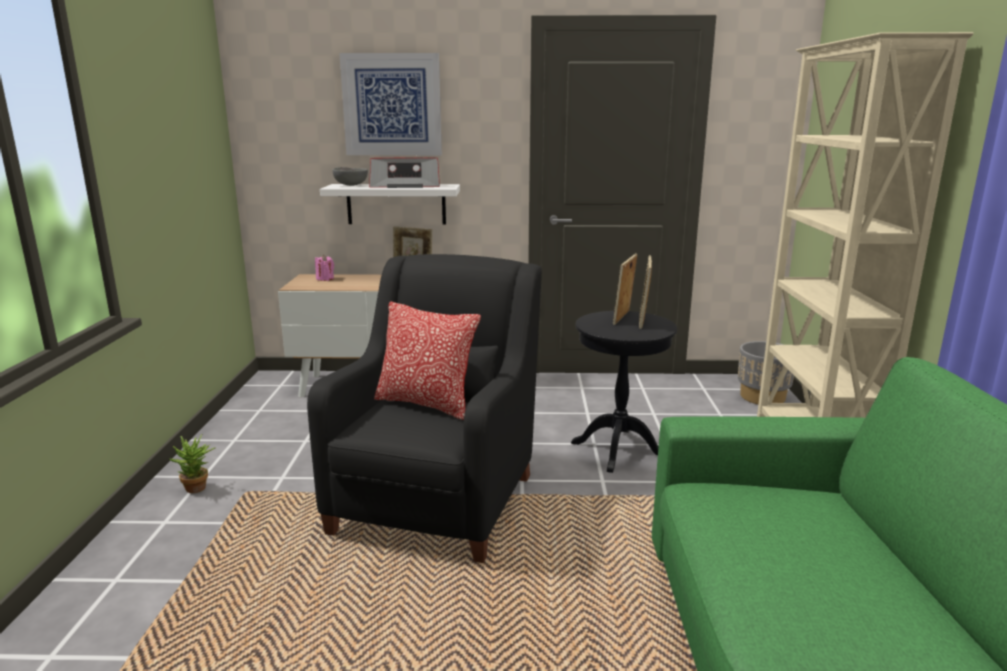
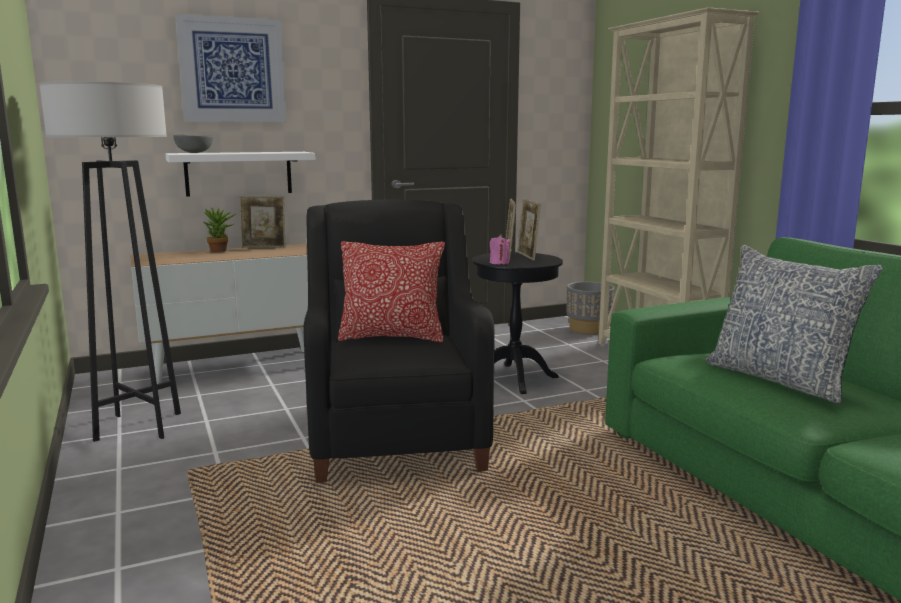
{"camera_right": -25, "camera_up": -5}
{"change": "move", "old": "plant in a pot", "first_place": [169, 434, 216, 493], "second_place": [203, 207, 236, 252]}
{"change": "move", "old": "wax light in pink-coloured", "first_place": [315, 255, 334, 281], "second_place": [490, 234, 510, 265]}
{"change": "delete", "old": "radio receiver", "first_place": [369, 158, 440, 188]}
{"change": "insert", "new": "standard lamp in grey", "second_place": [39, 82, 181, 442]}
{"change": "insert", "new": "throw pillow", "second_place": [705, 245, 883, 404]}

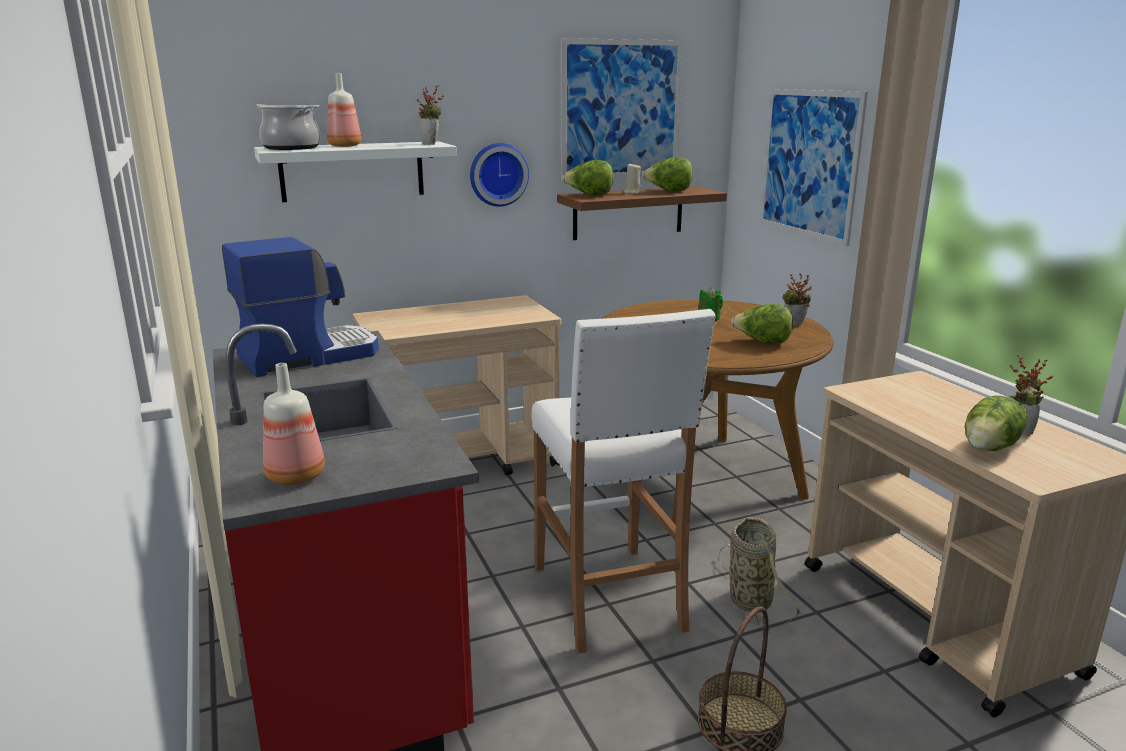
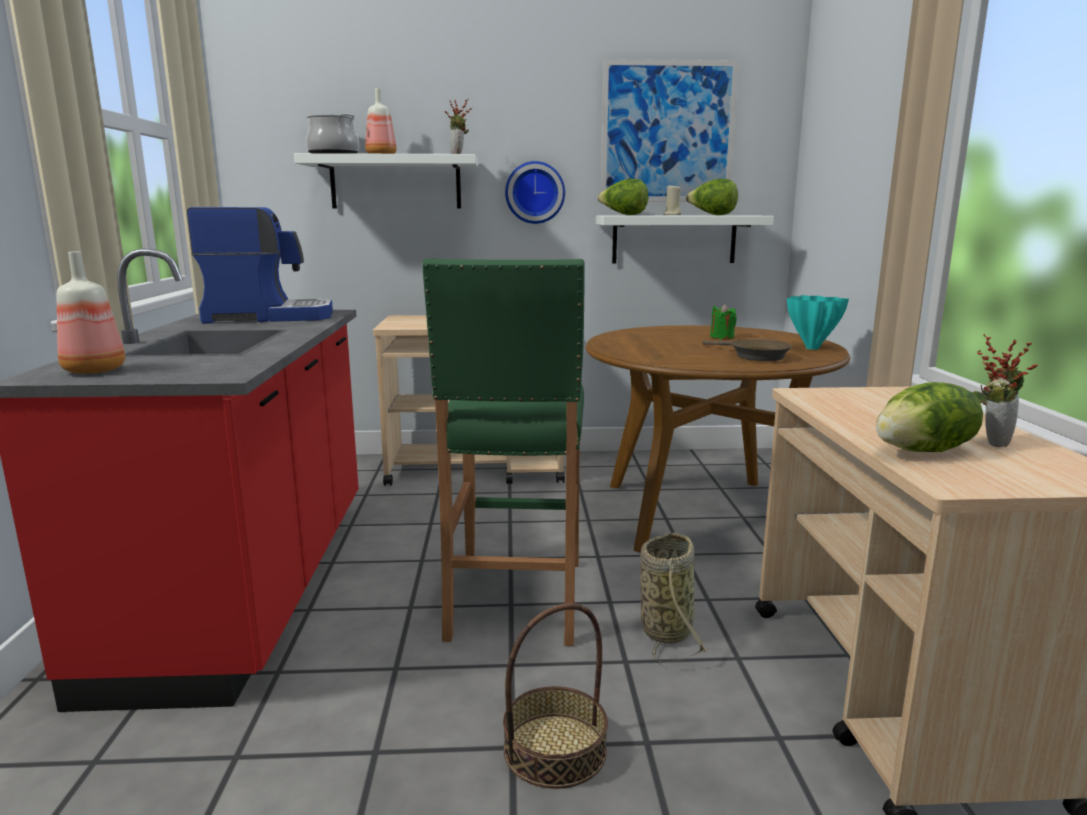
{"camera_right": 20, "camera_up": -5}
{"change": "recolor", "old": "sitting stool in whitish", "new": "sitting stool in green-coloured", "first_place": [531, 309, 716, 654], "second_place": [422, 258, 585, 646]}
{"change": "recolor", "old": "shelf in brown", "new": "shelf in whitish", "first_place": [557, 186, 727, 240], "second_place": [596, 215, 774, 263]}
{"change": "replace", "old": "lettuce", "new": "pan in brown", "first_place": [731, 304, 793, 344], "second_place": [703, 339, 792, 361]}
{"change": "delete", "old": "picture", "first_place": [760, 89, 868, 246]}
{"change": "replace", "old": "plant in a pot", "new": "flower vase in turquoise", "first_place": [782, 273, 812, 327], "second_place": [787, 295, 849, 350]}

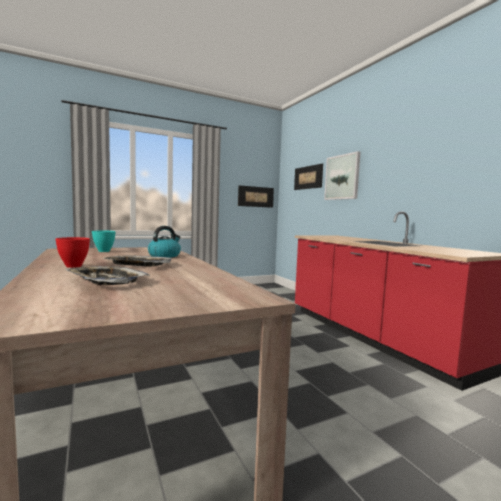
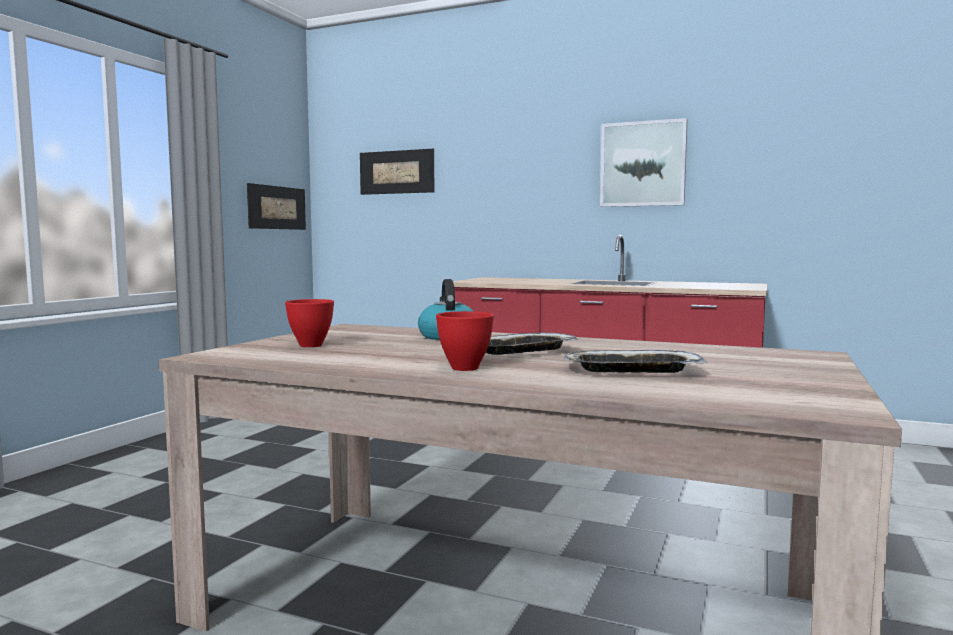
{"camera_right": -40, "camera_up": 0}
{"change": "recolor", "old": "serving bowl in turquoise", "new": "serving bowl in reddish", "first_place": [92, 231, 116, 252], "second_place": [285, 299, 334, 347]}
{"change": "move", "old": "picture", "first_place": [324, 151, 361, 200], "second_place": [600, 118, 687, 207]}

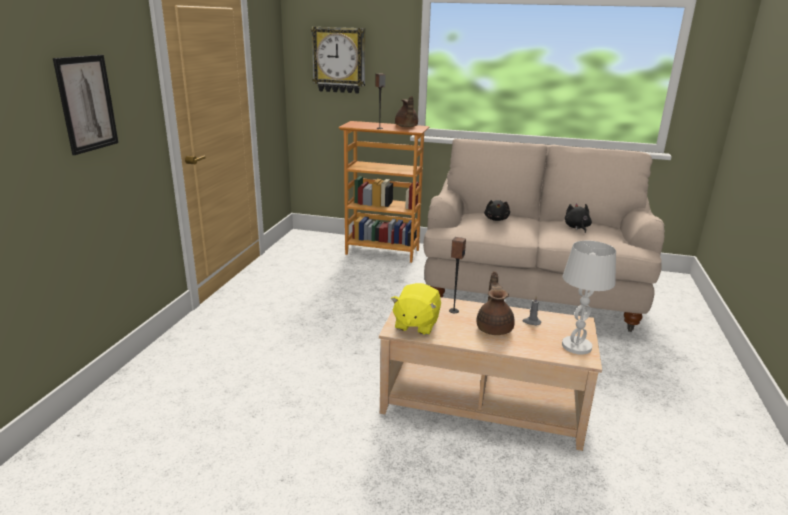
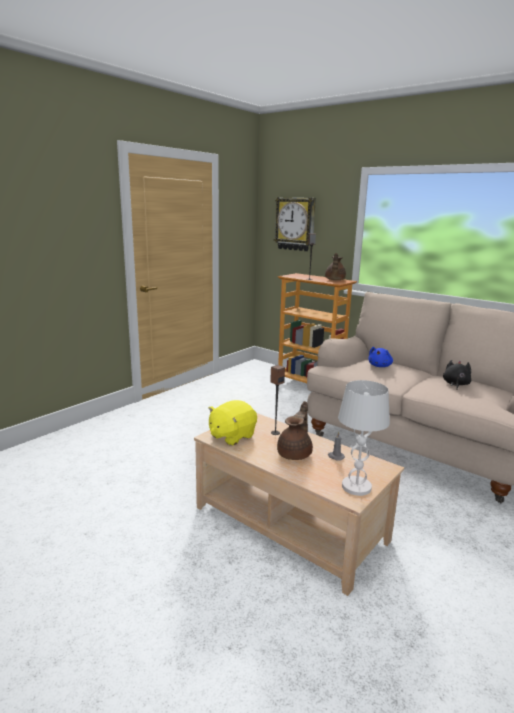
{"camera_right": 25, "camera_up": -5}
{"change": "delete", "old": "picture", "first_place": [53, 55, 119, 155]}
{"change": "recolor", "old": "soft toy in black-coloured", "new": "soft toy in blue-coloured", "first_place": [484, 200, 510, 221], "second_place": [368, 347, 393, 367]}

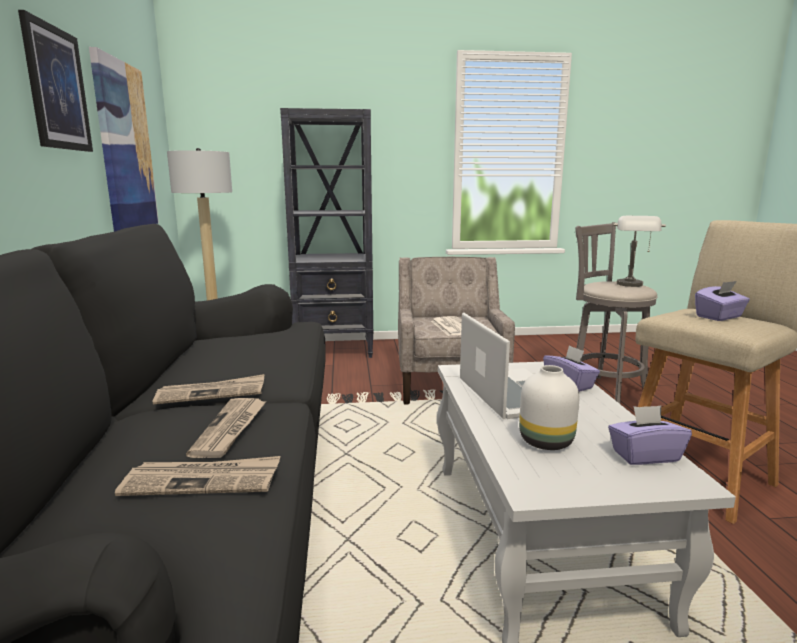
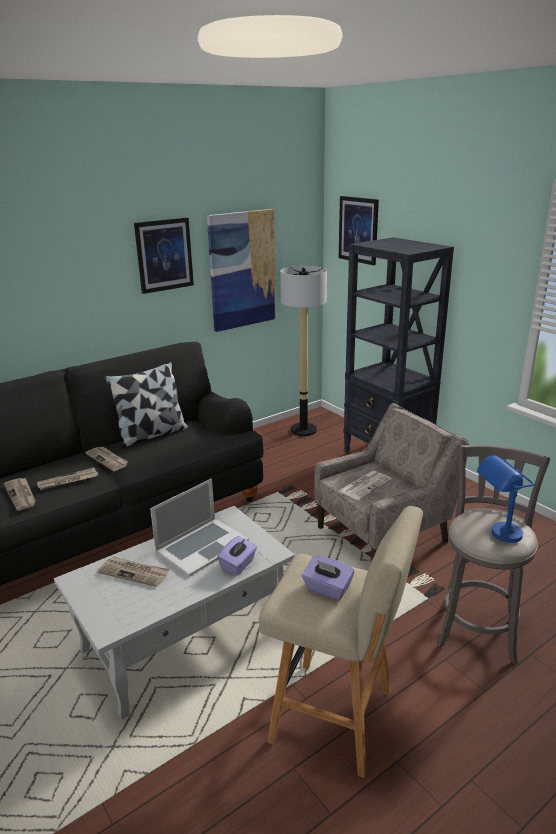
{"camera_right": 60, "camera_up": 10}
{"change": "replace", "old": "flower vase in whitish", "new": "printed paper", "first_place": [519, 365, 579, 450], "second_place": [97, 556, 170, 587]}
{"change": "delete", "old": "box of tissues in purple", "first_place": [608, 405, 692, 465]}
{"change": "recolor", "old": "lamp for a table in grey", "new": "lamp for a table in blue-coloured", "first_place": [613, 216, 666, 287], "second_place": [477, 455, 534, 543]}
{"change": "insert", "new": "throw pillow", "second_place": [105, 362, 188, 448]}
{"change": "insert", "new": "picture", "second_place": [339, 196, 379, 265]}

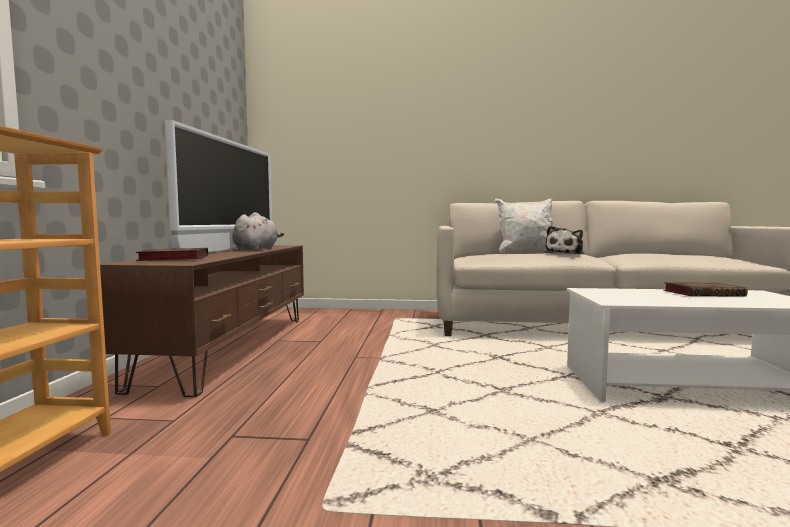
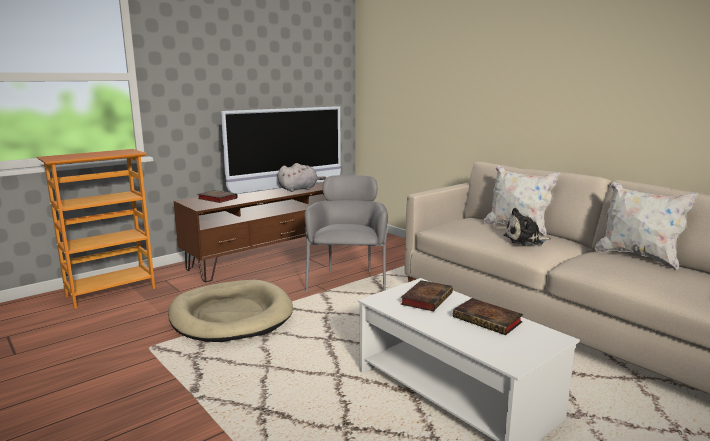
{"camera_right": 45, "camera_up": 10}
{"change": "insert", "new": "dog cushion in beige-coloured", "second_place": [168, 280, 293, 342]}
{"change": "insert", "new": "armchair in grey", "second_place": [305, 175, 388, 292]}
{"change": "insert", "new": "volume", "second_place": [401, 280, 453, 311]}
{"change": "insert", "new": "throw pillow in whitish", "second_place": [595, 182, 698, 270]}

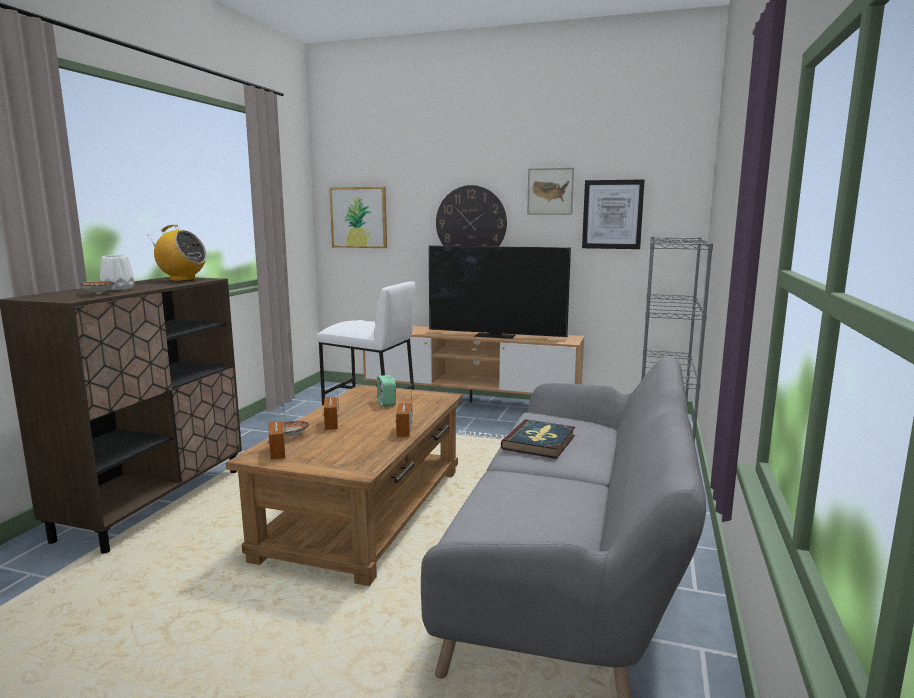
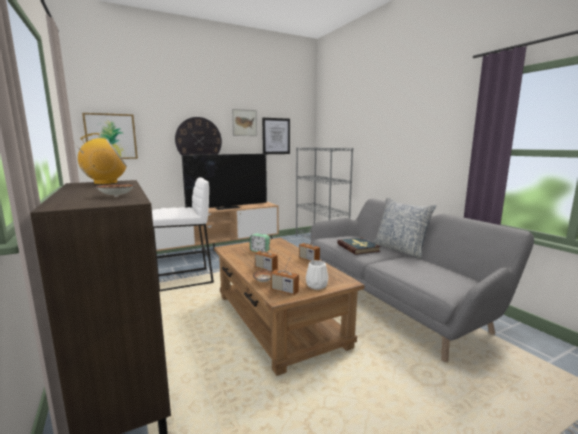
{"camera_right": -45, "camera_up": 0}
{"change": "move", "old": "flower vase in whitish", "first_place": [100, 255, 135, 290], "second_place": [306, 260, 328, 290]}
{"change": "insert", "new": "throw pillow", "second_place": [373, 197, 436, 258]}

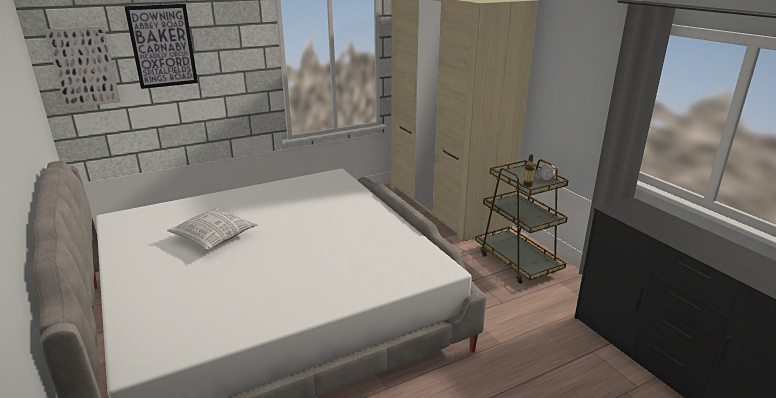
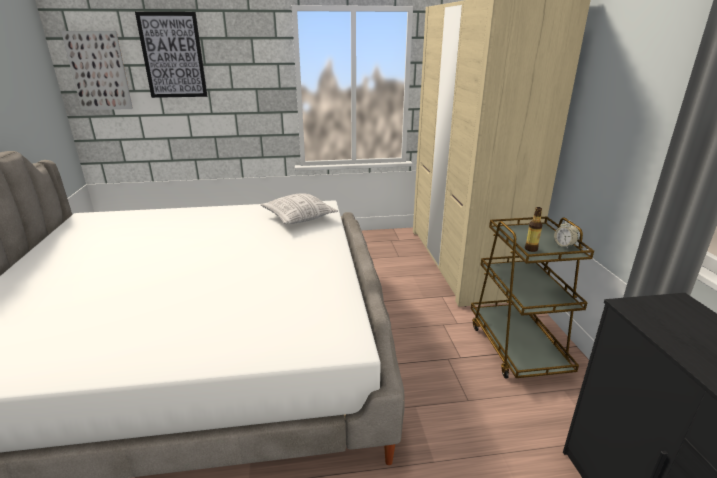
{"camera_right": 20, "camera_up": 0}
{"change": "move", "old": "throw pillow", "first_place": [167, 208, 258, 250], "second_place": [260, 193, 338, 224]}

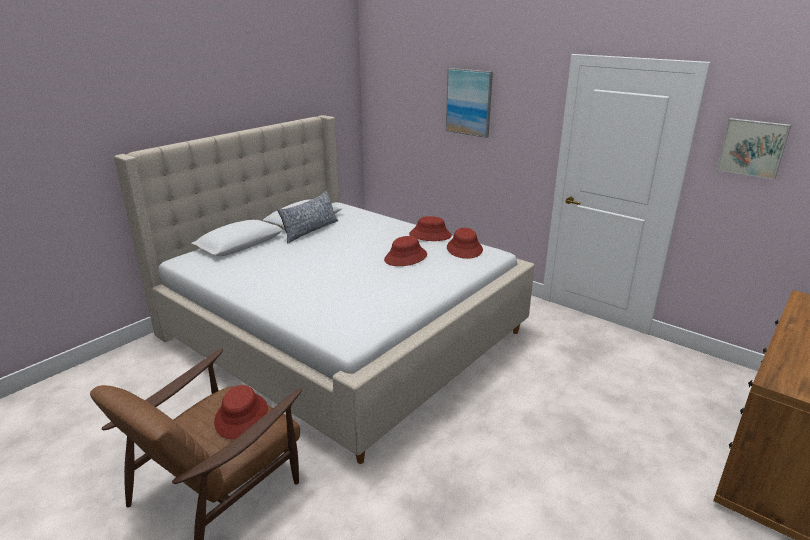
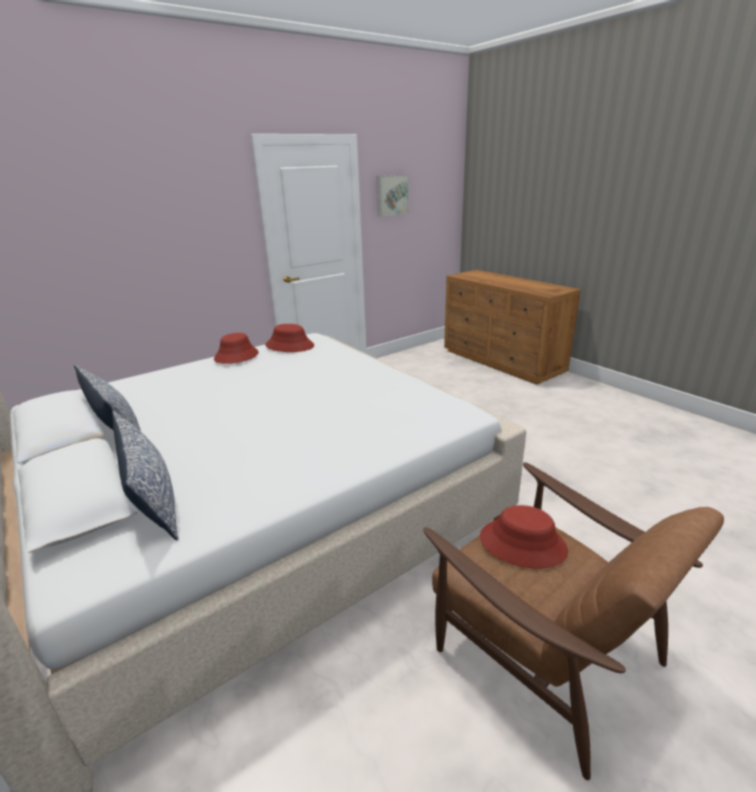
{"camera_right": -75, "camera_up": 0}
{"change": "delete", "old": "hat in reddish", "first_place": [384, 236, 427, 266]}
{"change": "delete", "old": "picture", "first_place": [446, 68, 493, 138]}
{"change": "insert", "new": "throw pillow", "second_place": [112, 411, 179, 540]}

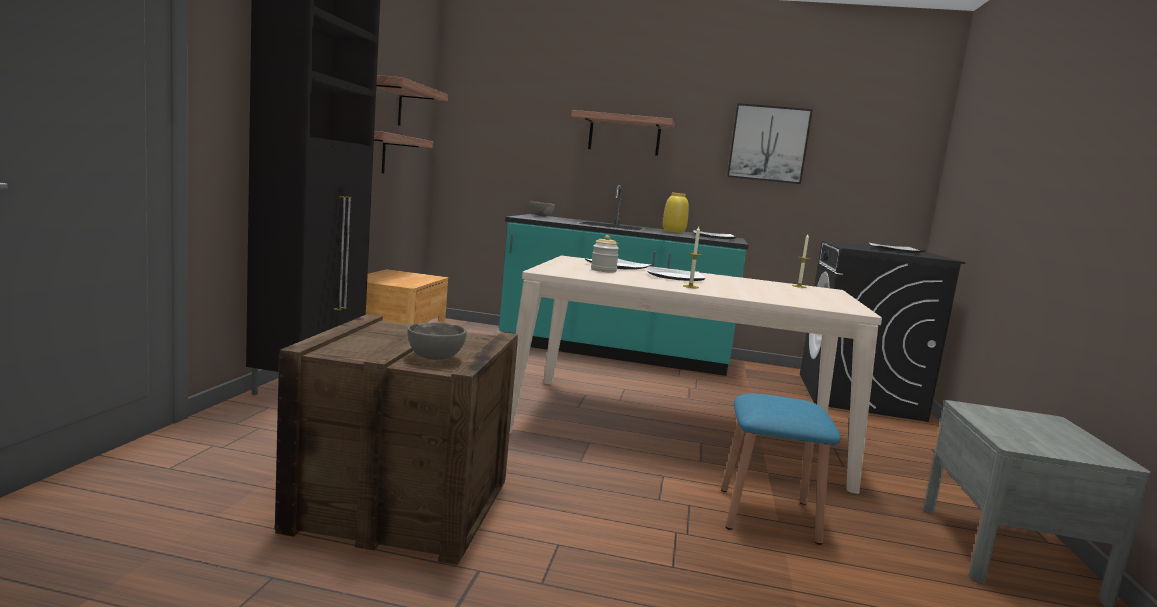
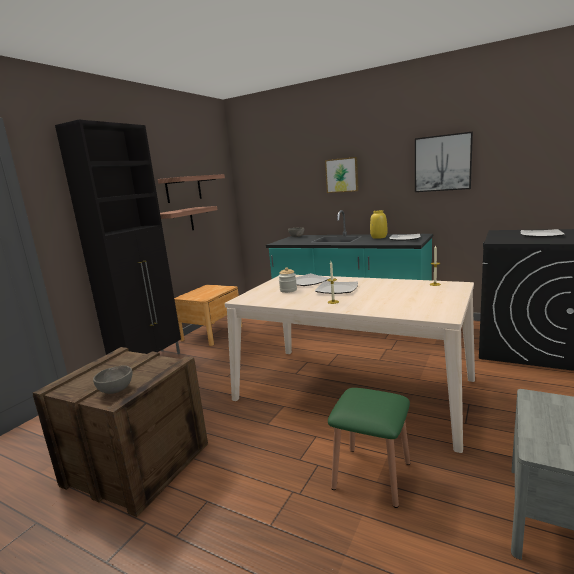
{"camera_right": 20, "camera_up": 5}
{"change": "replace", "old": "shelf", "new": "picture", "first_place": [571, 110, 674, 156], "second_place": [325, 157, 359, 193]}
{"change": "recolor", "old": "sitting stool in blue-coloured", "new": "sitting stool in green-coloured", "first_place": [721, 394, 841, 545], "second_place": [328, 388, 410, 508]}

